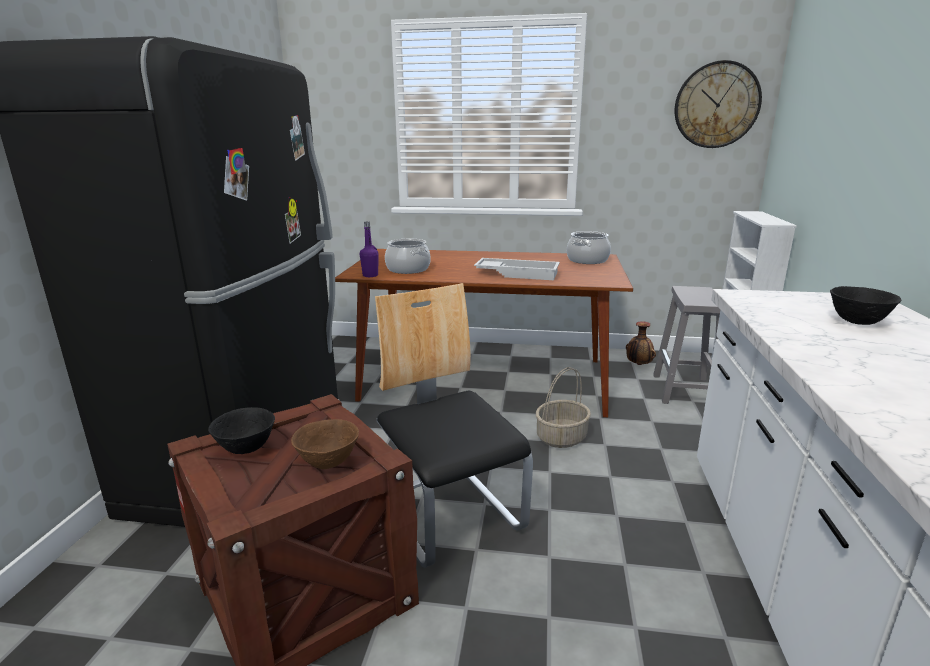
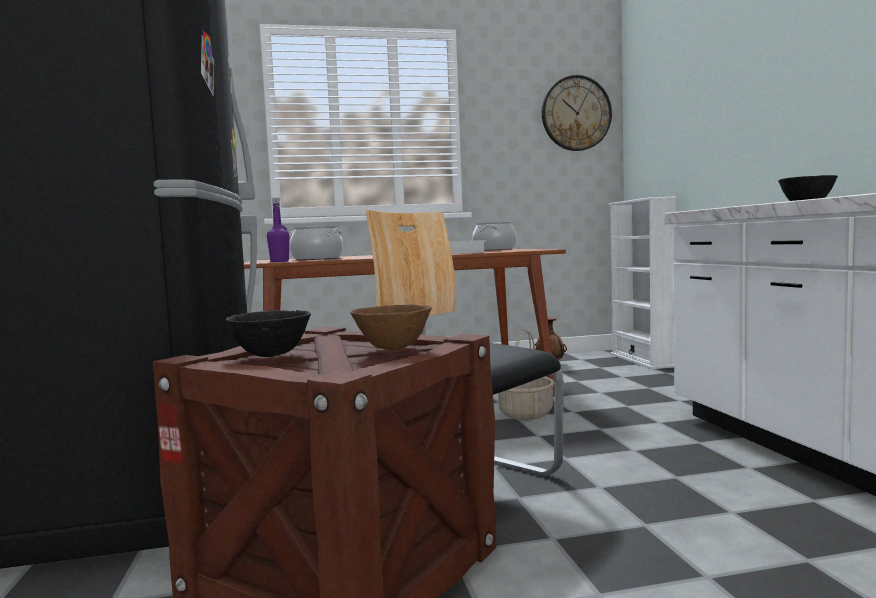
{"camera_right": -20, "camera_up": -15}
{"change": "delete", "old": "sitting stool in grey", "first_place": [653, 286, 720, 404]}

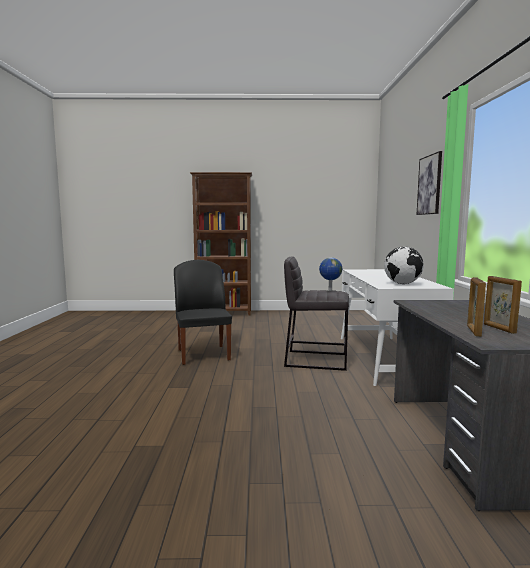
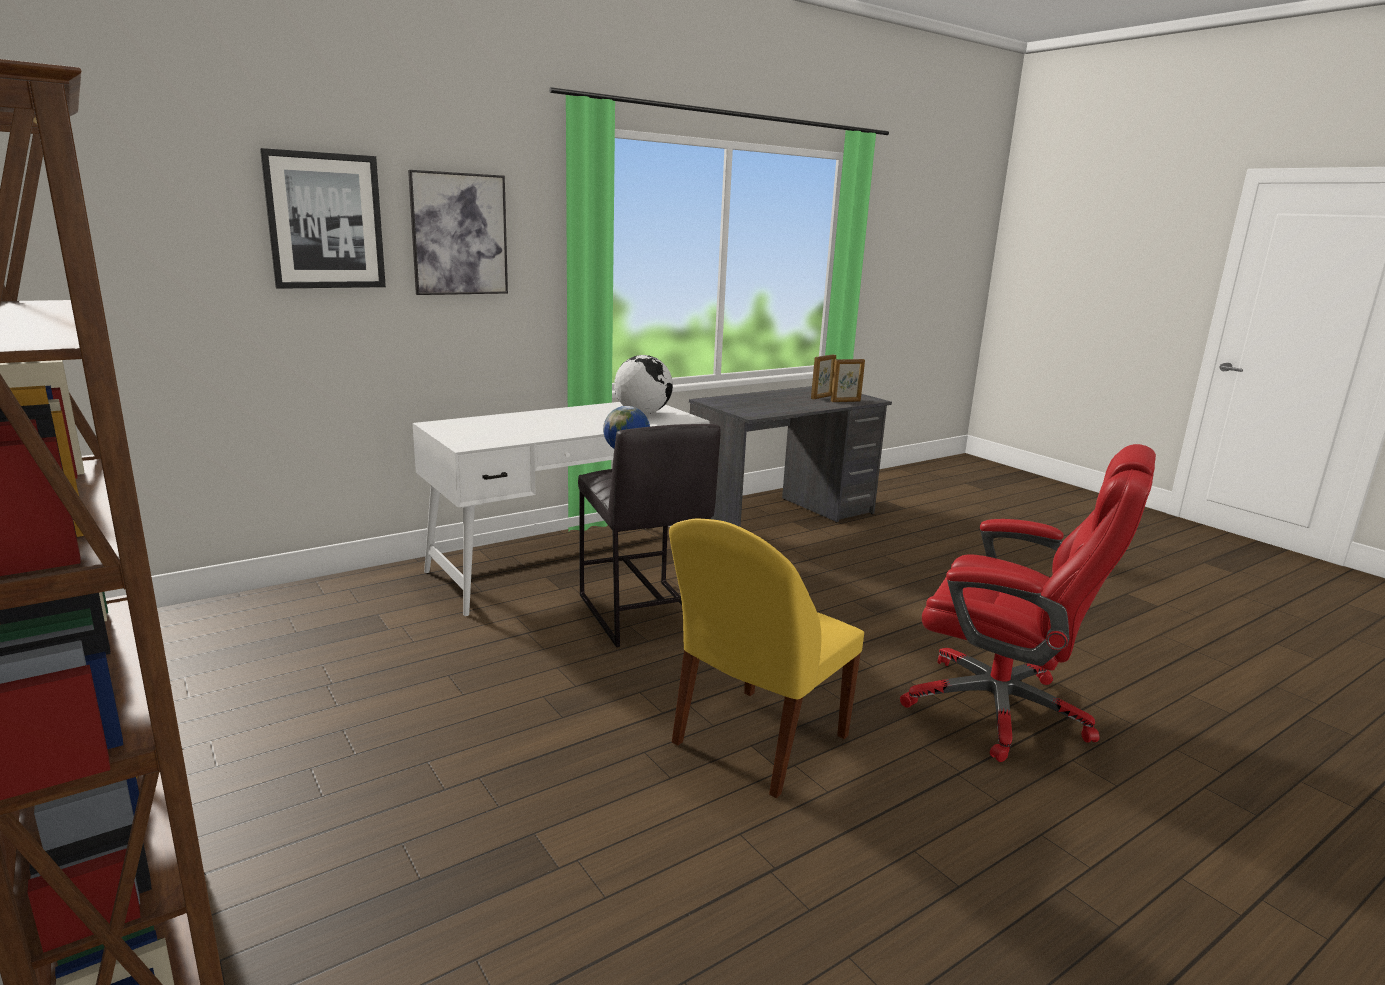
{"camera_right": -125, "camera_up": 10}
{"change": "recolor", "old": "chair in black-coloured", "new": "chair in yellowish", "first_place": [174, 260, 232, 365], "second_place": [669, 519, 864, 798]}
{"change": "insert", "new": "picture", "second_place": [260, 148, 386, 289]}
{"change": "insert", "new": "computer chair in reddish", "second_place": [900, 444, 1156, 762]}

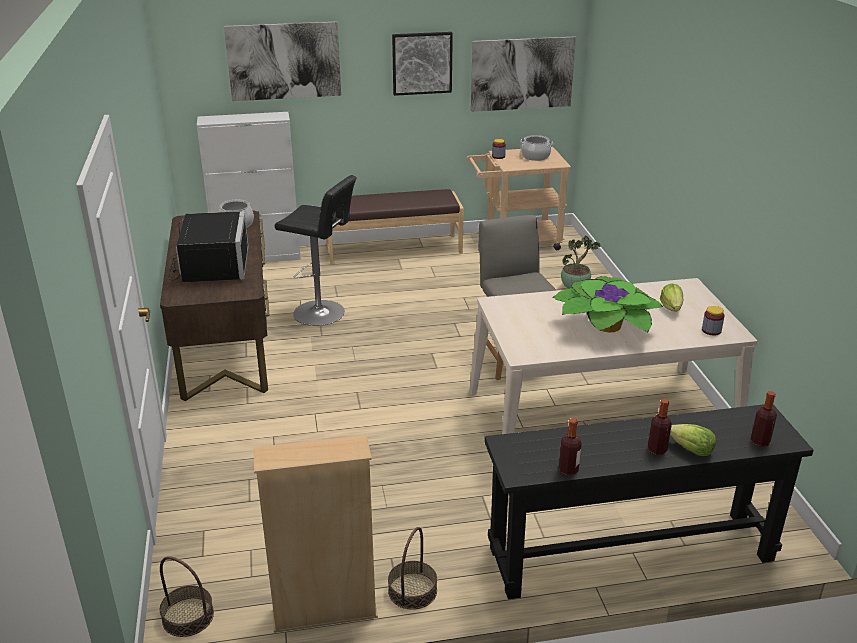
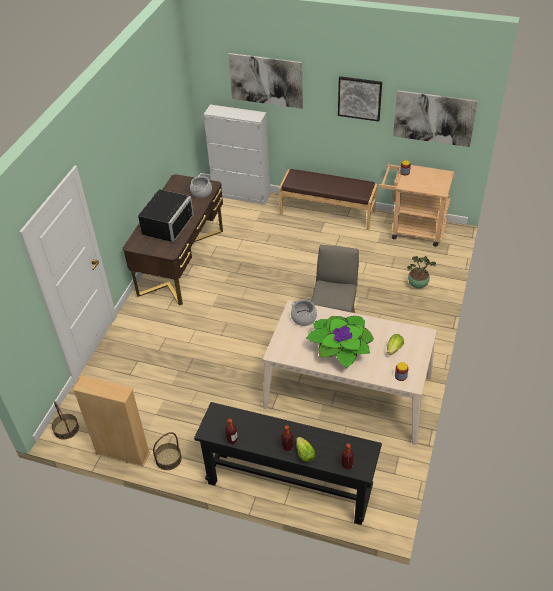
{"camera_right": 30, "camera_up": 15}
{"change": "delete", "old": "sitting stool in black-coloured", "first_place": [275, 175, 357, 326]}
{"change": "move", "old": "saucepot", "first_place": [520, 135, 553, 161], "second_place": [291, 299, 317, 326]}

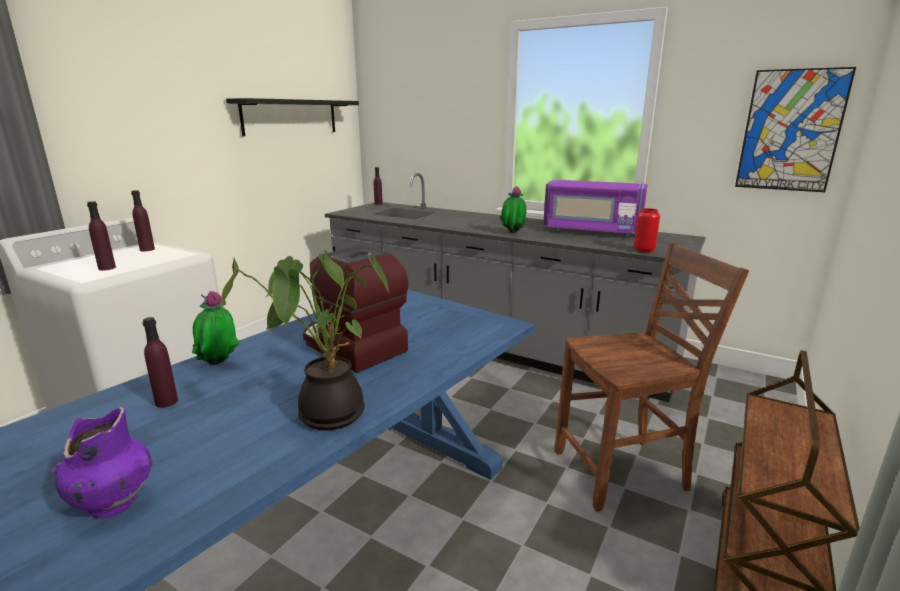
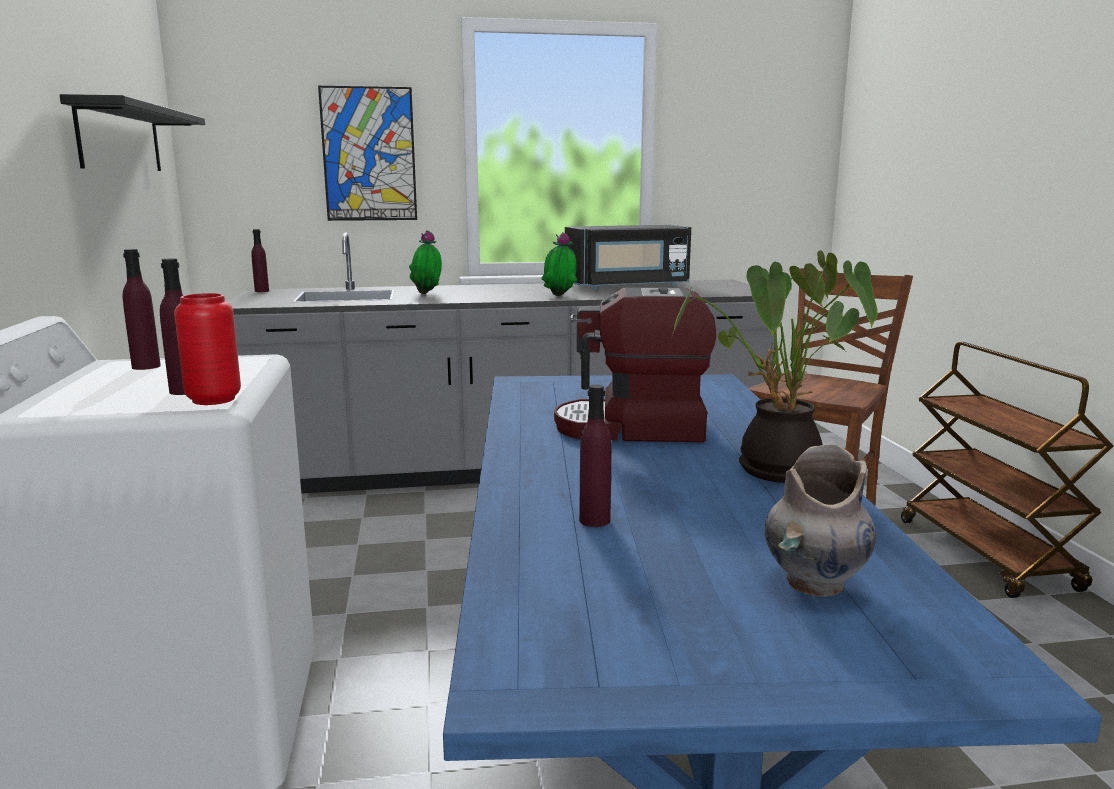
{"camera_right": -40, "camera_up": -5}
{"change": "recolor", "old": "flower vase in purple", "new": "flower vase in grey", "first_place": [51, 407, 153, 518], "second_place": [764, 444, 876, 597]}
{"change": "move", "old": "plant in a pot", "first_place": [192, 291, 240, 365], "second_place": [409, 231, 442, 294]}
{"change": "recolor", "old": "microwave in purple", "new": "microwave in black-coloured", "first_place": [543, 180, 648, 236], "second_place": [565, 225, 691, 290]}
{"change": "move", "old": "flower vase in reddish", "first_place": [634, 208, 660, 253], "second_place": [174, 293, 241, 405]}
{"change": "move", "old": "picture", "first_place": [735, 67, 856, 192], "second_place": [318, 86, 417, 221]}

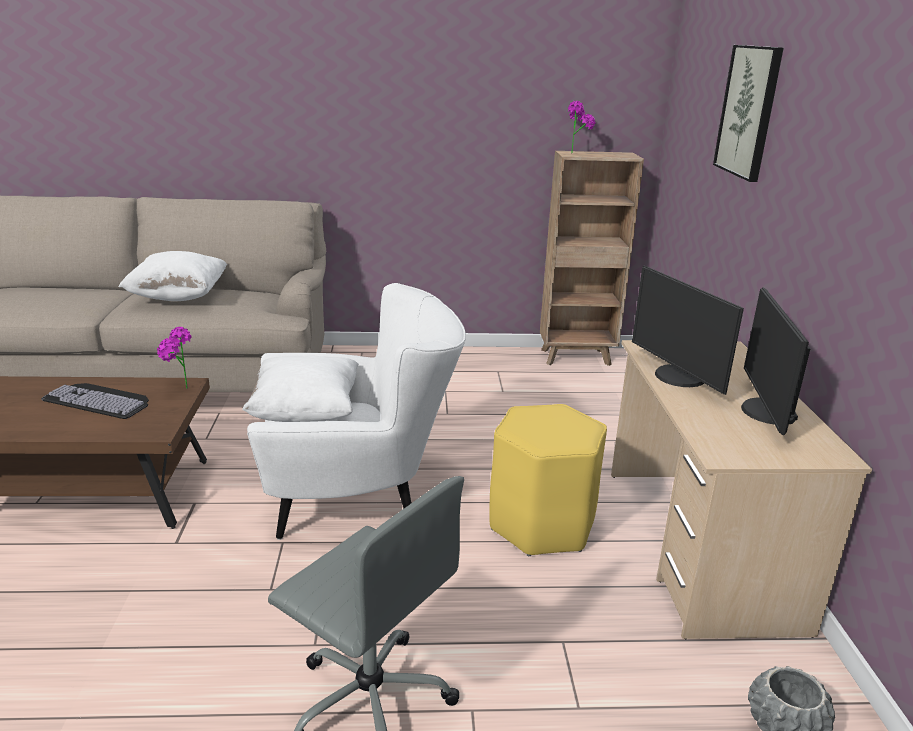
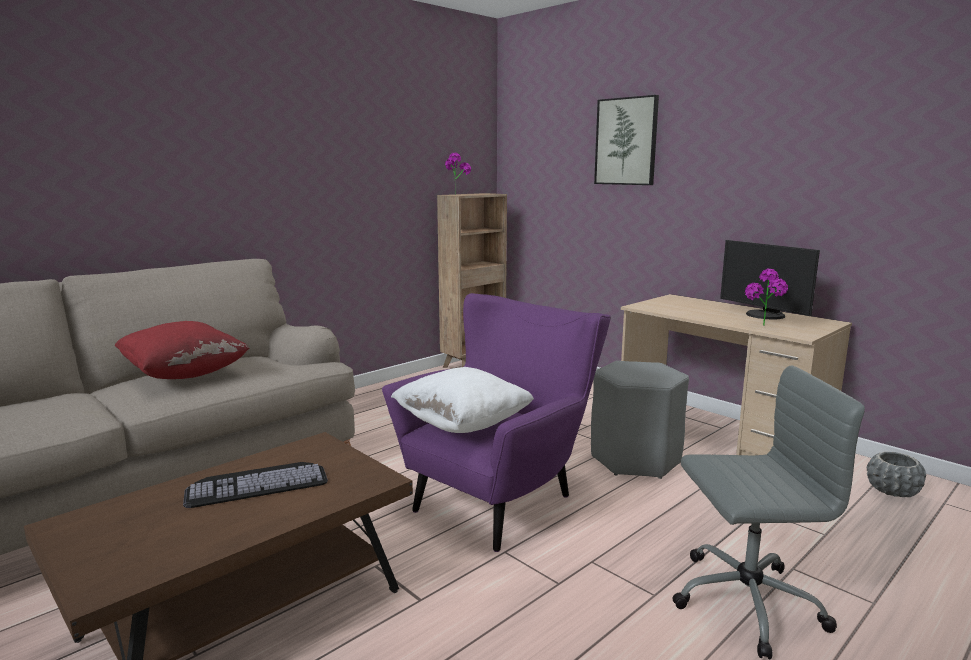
{"camera_right": -40, "camera_up": -10}
{"change": "recolor", "old": "throw pillow in whitish", "new": "throw pillow in reddish", "first_place": [119, 251, 227, 301], "second_place": [115, 321, 249, 379]}
{"change": "move", "old": "plant in a pot", "first_place": [157, 327, 192, 389], "second_place": [745, 269, 788, 326]}
{"change": "recolor", "old": "armchair in whitish", "new": "armchair in purple", "first_place": [247, 283, 466, 540], "second_place": [382, 293, 611, 552]}
{"change": "recolor", "old": "sitting stool in yellowish", "new": "sitting stool in grey", "first_place": [489, 404, 607, 556], "second_place": [591, 361, 689, 479]}
{"change": "delete", "old": "monitor", "first_place": [632, 265, 744, 395]}

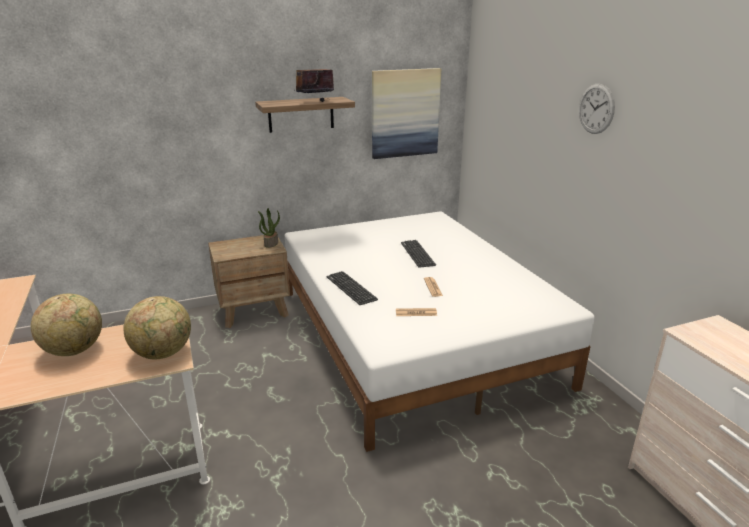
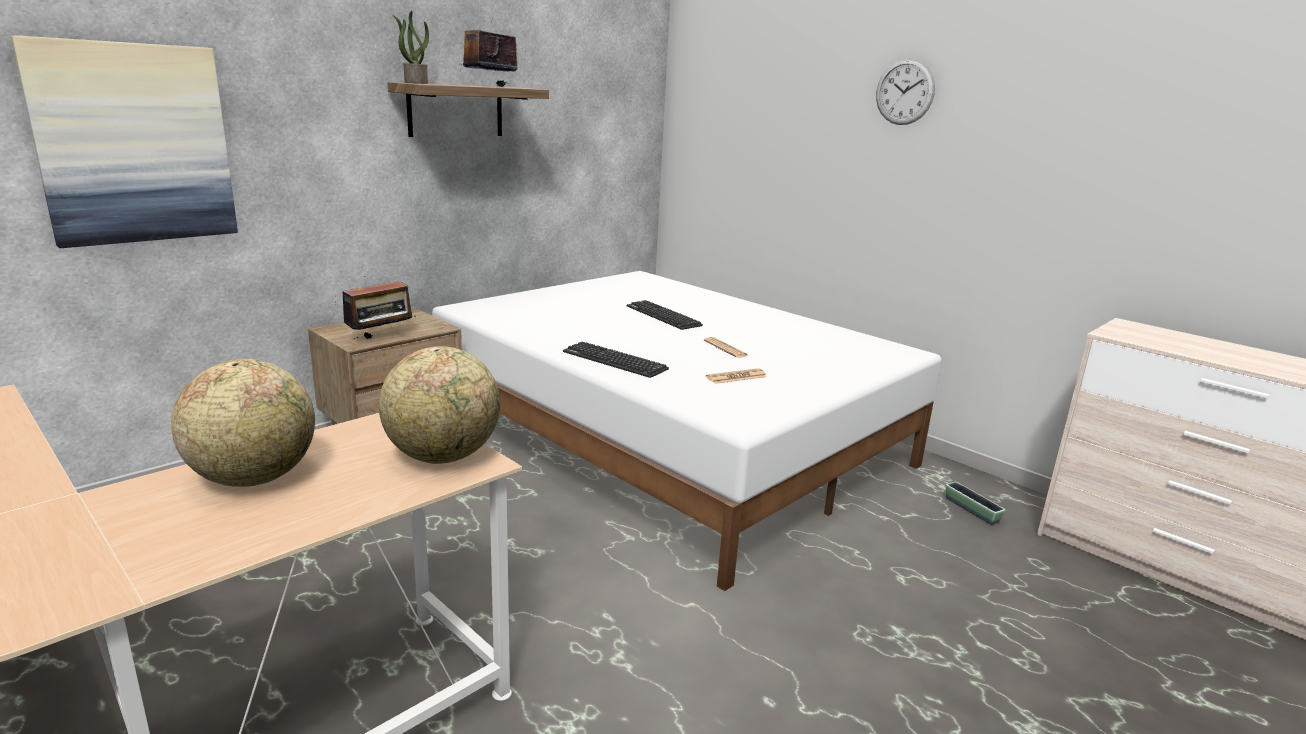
{"camera_right": -25, "camera_up": -5}
{"change": "move", "old": "plant in a pot", "first_place": [258, 208, 280, 248], "second_place": [393, 11, 429, 84]}
{"change": "move", "old": "picture", "first_place": [372, 68, 441, 159], "second_place": [11, 35, 238, 248]}
{"change": "insert", "new": "radio receiver", "second_place": [335, 273, 415, 339]}
{"change": "insert", "new": "flower pot", "second_place": [946, 482, 1005, 525]}

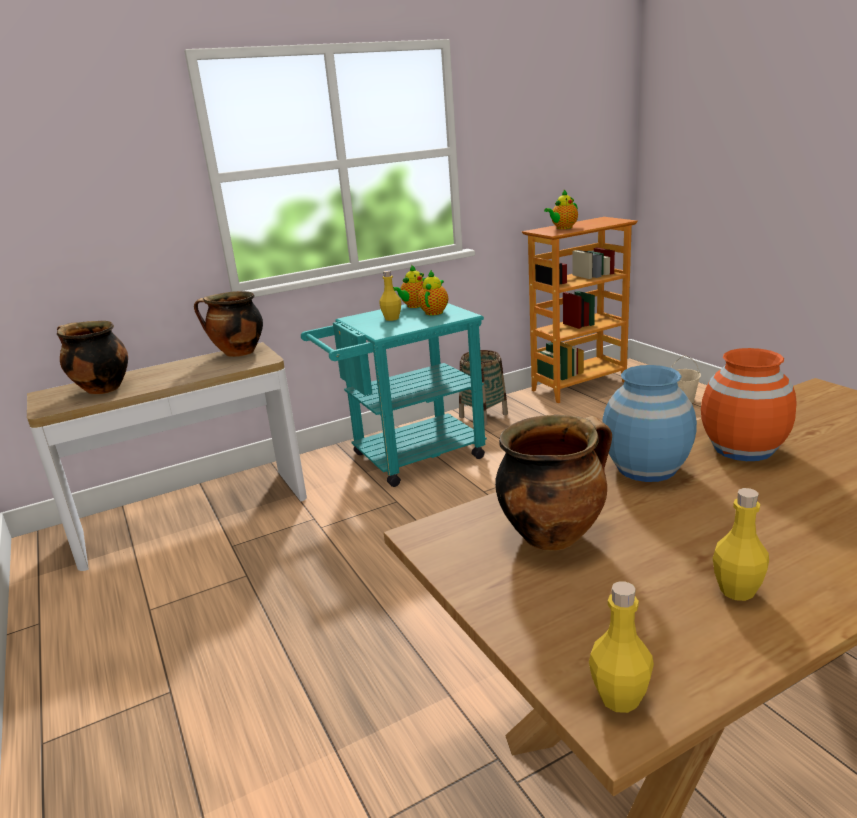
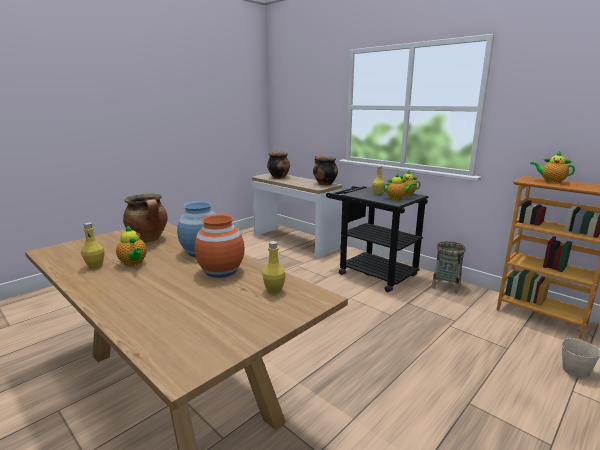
{"camera_right": 70, "camera_up": -5}
{"change": "recolor", "old": "trolley in turquoise", "new": "trolley in black-coloured", "first_place": [301, 303, 487, 487], "second_place": [326, 186, 428, 292]}
{"change": "move", "old": "drink bottle in yellowish", "first_place": [589, 581, 654, 713], "second_place": [262, 241, 286, 294]}
{"change": "insert", "new": "teapot", "second_place": [116, 226, 147, 266]}

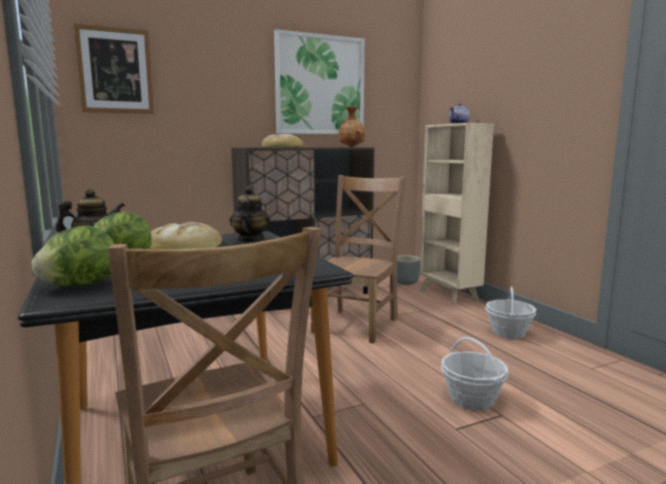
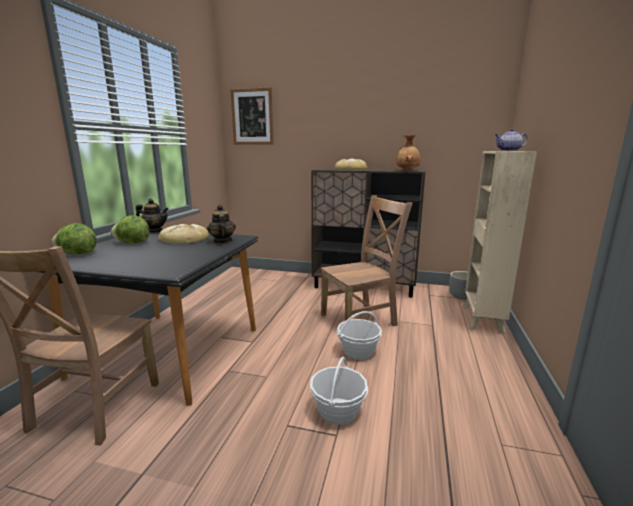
{"camera_right": 40, "camera_up": 5}
{"change": "rotate", "old": "teapot", "first_place": [230, 186, 271, 242], "second_place": [207, 205, 236, 243], "degrees": -60}
{"change": "delete", "old": "picture", "first_place": [274, 29, 365, 134]}
{"change": "move", "old": "storage basket", "first_place": [485, 287, 536, 339], "second_place": [337, 311, 382, 360]}

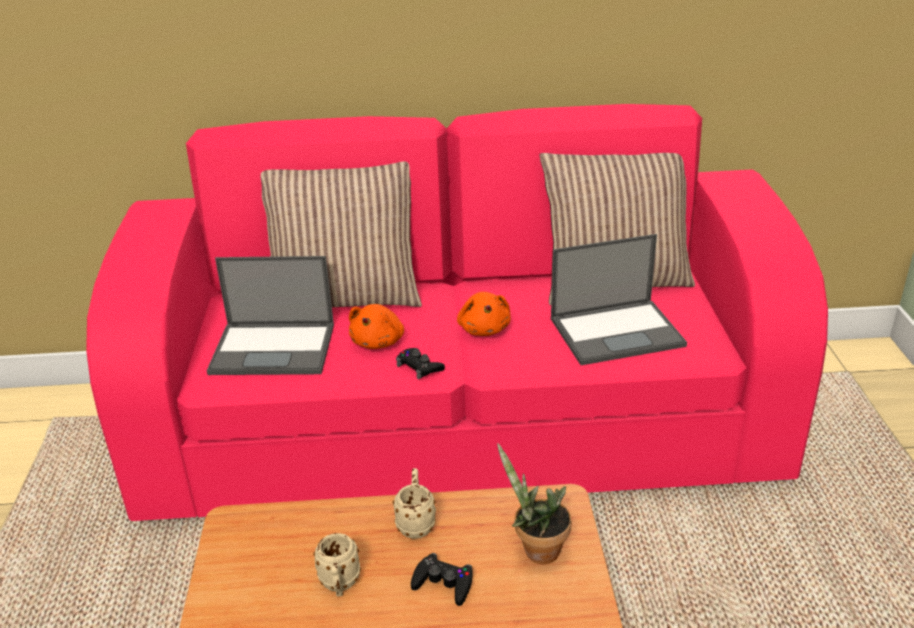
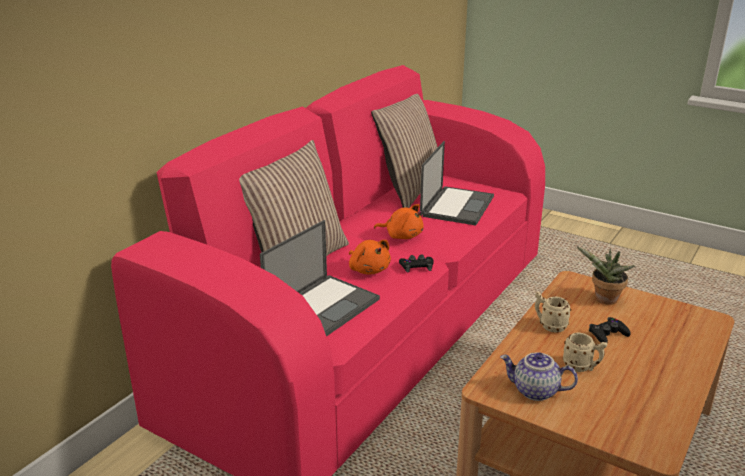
{"camera_right": -55, "camera_up": -5}
{"change": "insert", "new": "teapot", "second_place": [500, 352, 578, 401]}

